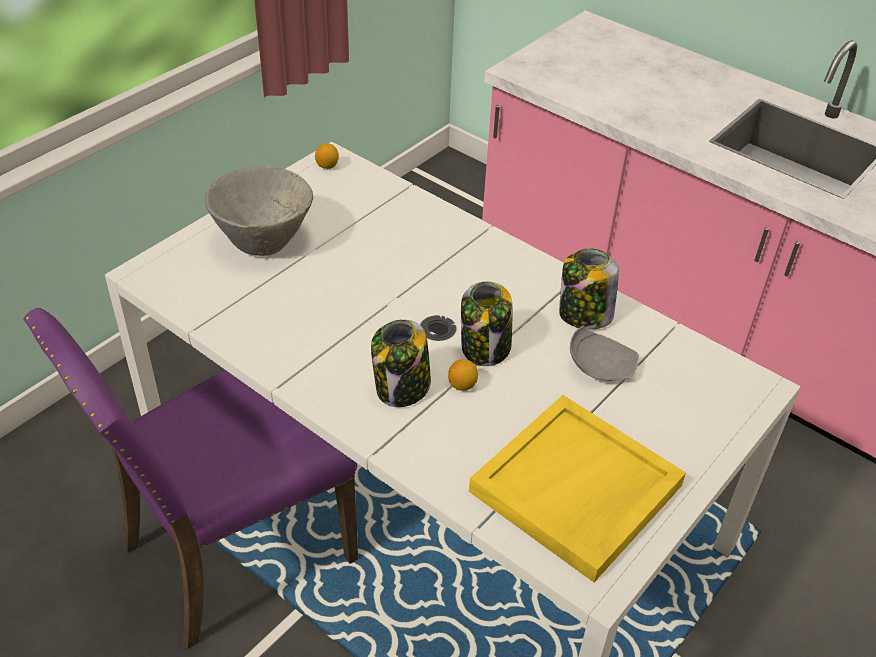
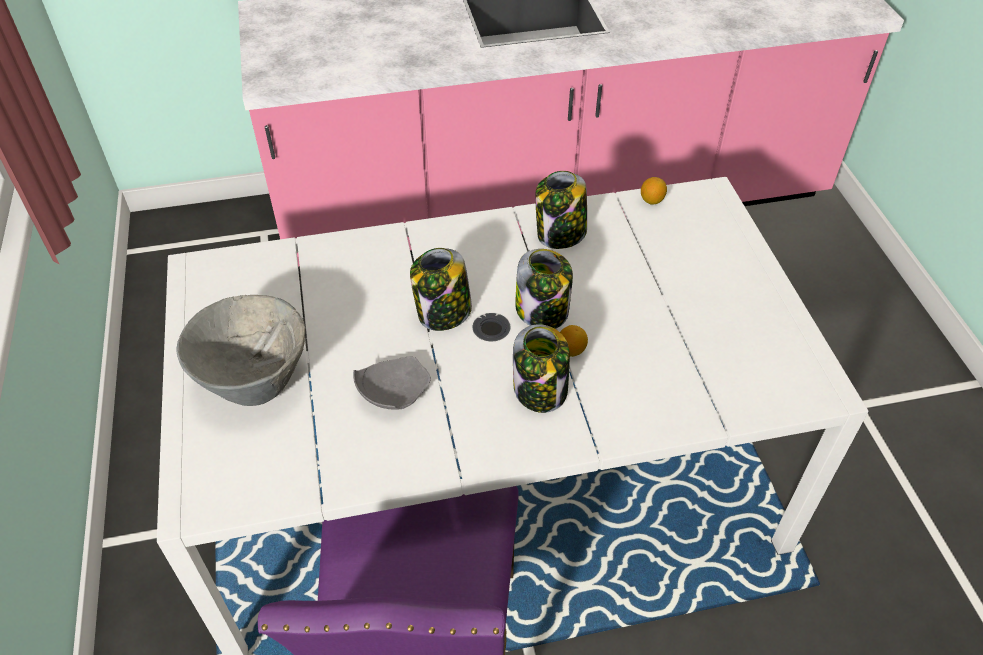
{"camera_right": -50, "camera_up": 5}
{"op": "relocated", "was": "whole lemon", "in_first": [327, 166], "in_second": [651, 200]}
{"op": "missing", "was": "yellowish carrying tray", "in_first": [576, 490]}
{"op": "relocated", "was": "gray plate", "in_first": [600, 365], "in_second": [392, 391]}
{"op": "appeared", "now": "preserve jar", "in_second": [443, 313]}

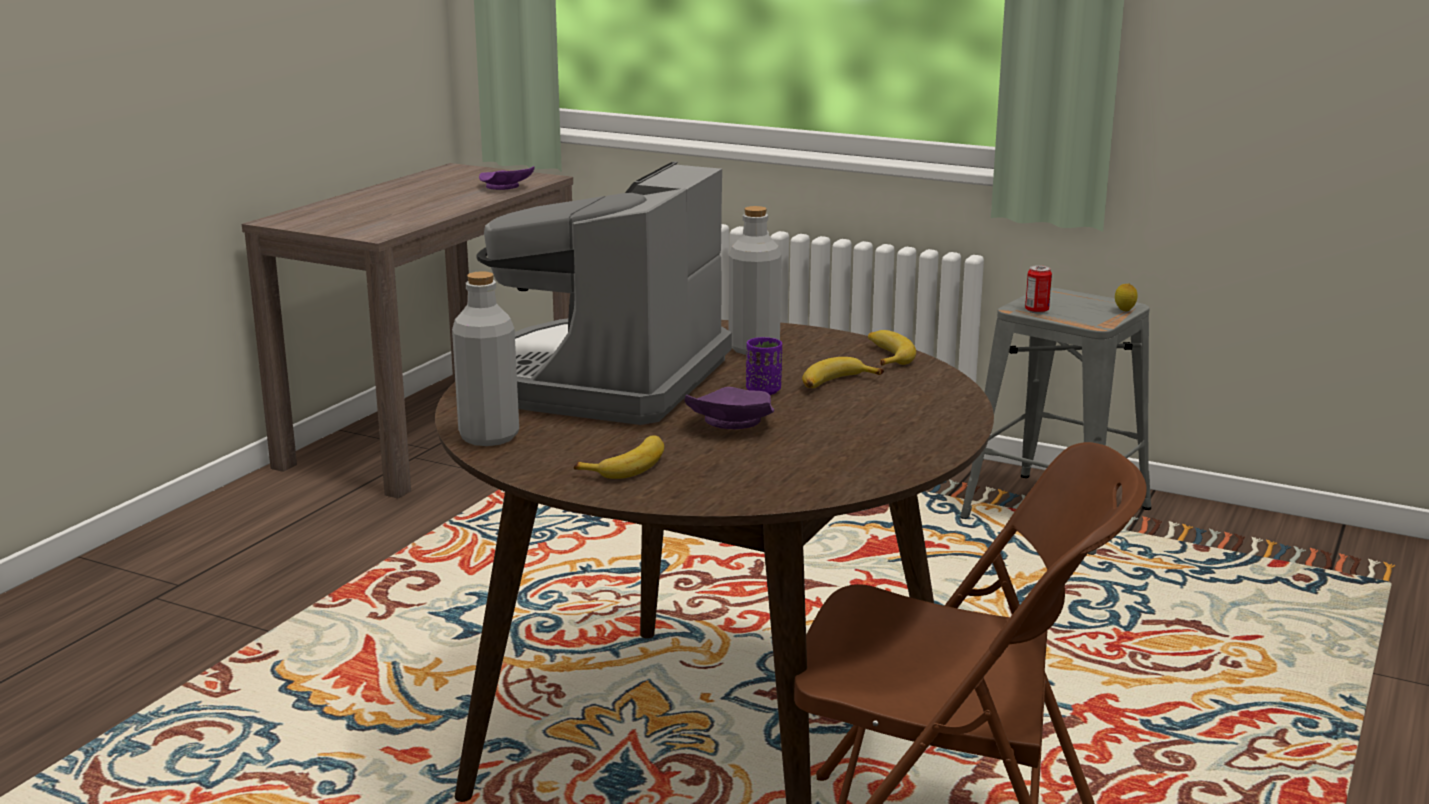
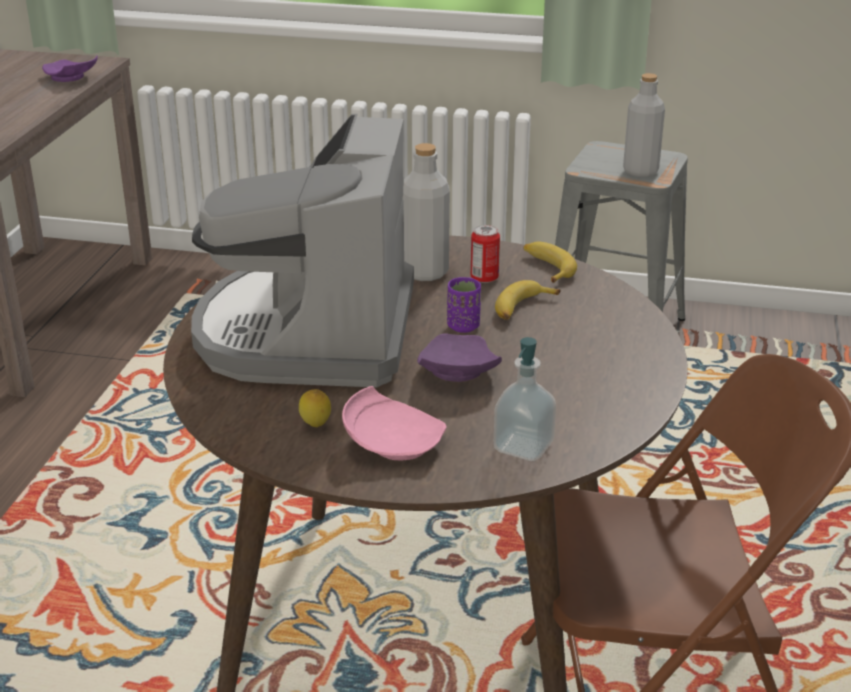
{"camera_right": -15, "camera_up": 10}
{"op": "relocated", "was": "gray drink bottle", "in_first": [489, 437], "in_second": [640, 171]}
{"op": "exchanged", "was": "banana", "now": "pink plate", "in_first": [627, 465], "in_second": [392, 443]}
{"op": "relocated", "was": "can", "in_first": [1036, 311], "in_second": [484, 278]}
{"op": "relocated", "was": "whole lemon", "in_first": [1124, 311], "in_second": [315, 426]}
{"op": "appeared", "now": "soap dispenser", "in_second": [523, 447]}

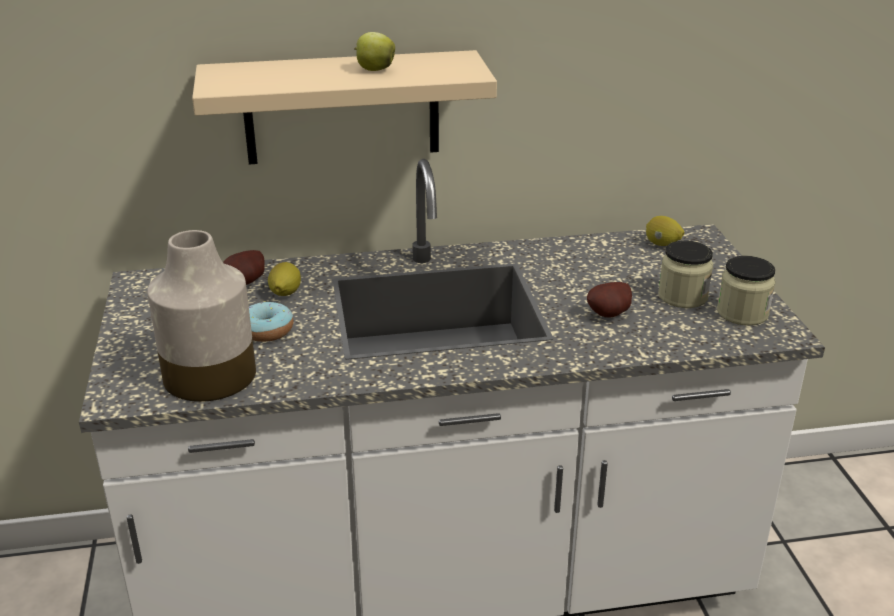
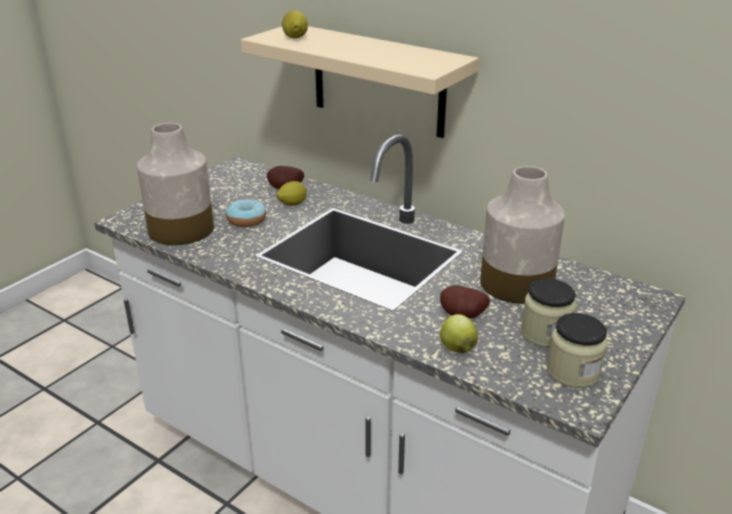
{"camera_right": 45, "camera_up": 0}
{"op": "relocated", "was": "apple", "in_first": [374, 70], "in_second": [457, 348]}
{"op": "relocated", "was": "whole lemon", "in_first": [662, 244], "in_second": [295, 38]}
{"op": "appeared", "now": "beige decorative vase", "in_second": [516, 282]}

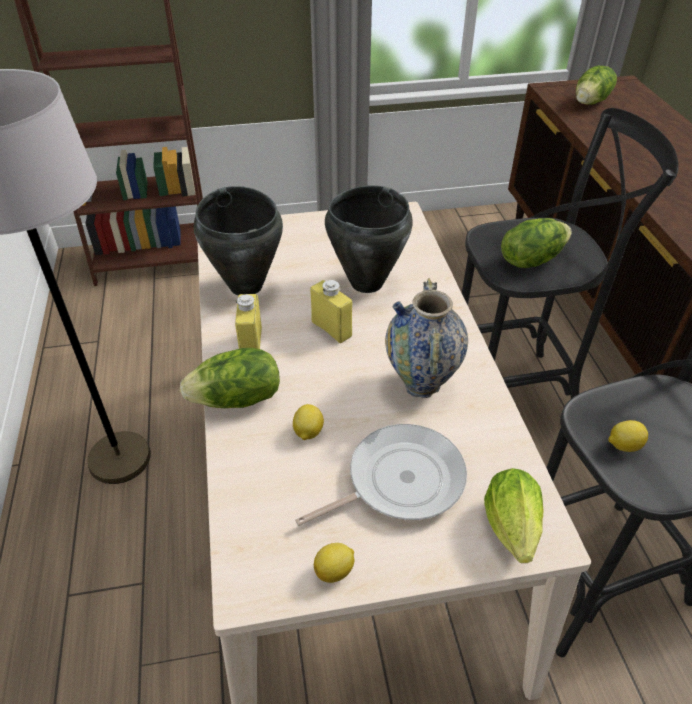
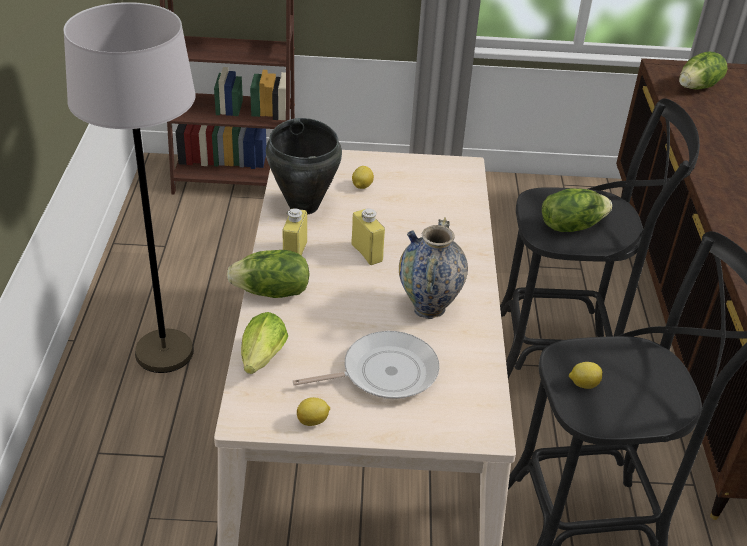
{"camera_right": 10, "camera_up": -5}
{"op": "relocated", "was": "whole lemon", "in_first": [308, 432], "in_second": [361, 186]}
{"op": "missing", "was": "black-coloured saucepot", "in_first": [366, 283]}
{"op": "relocated", "was": "head of lettuce", "in_first": [512, 532], "in_second": [261, 361]}

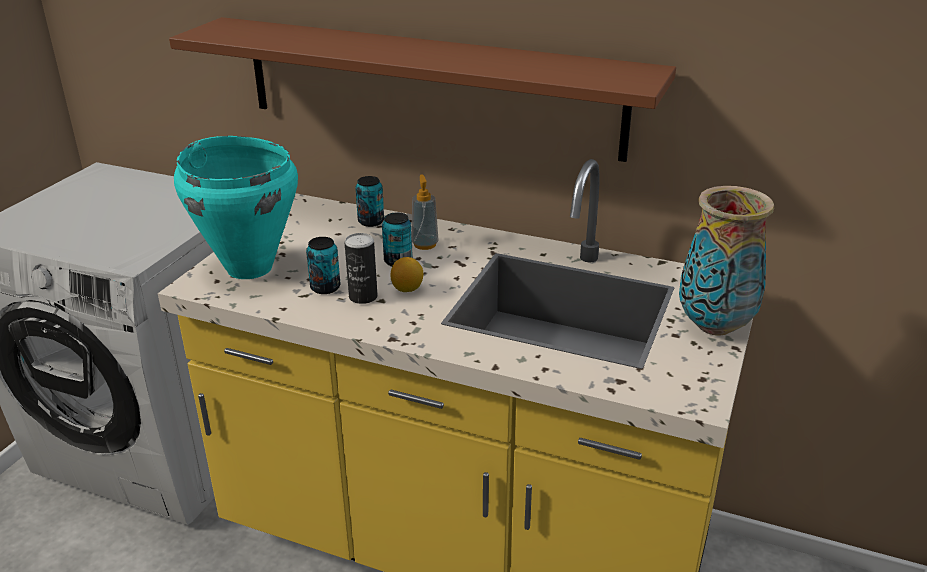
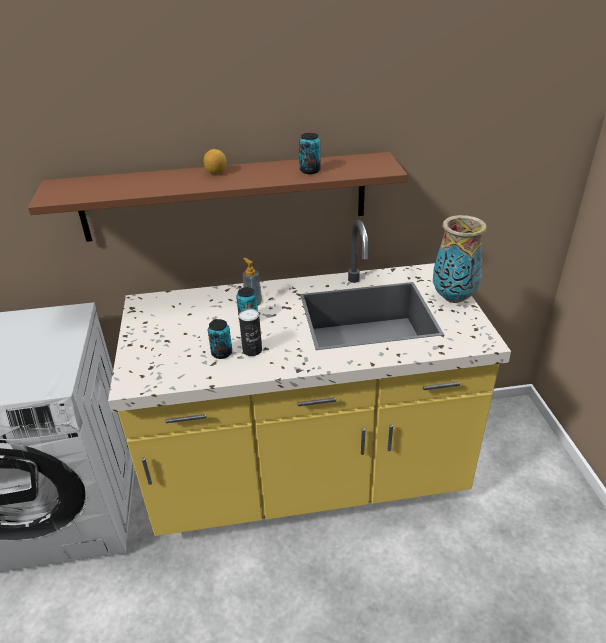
{"camera_right": -30, "camera_up": 5}
{"op": "missing", "was": "turquoise saucepot", "in_first": [250, 267]}
{"op": "relocated", "was": "can", "in_first": [371, 221], "in_second": [310, 170]}
{"op": "relocated", "was": "whole lemon", "in_first": [407, 289], "in_second": [216, 173]}

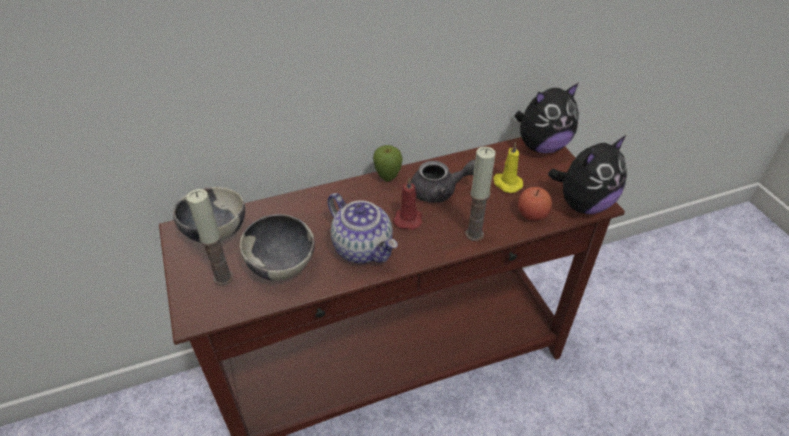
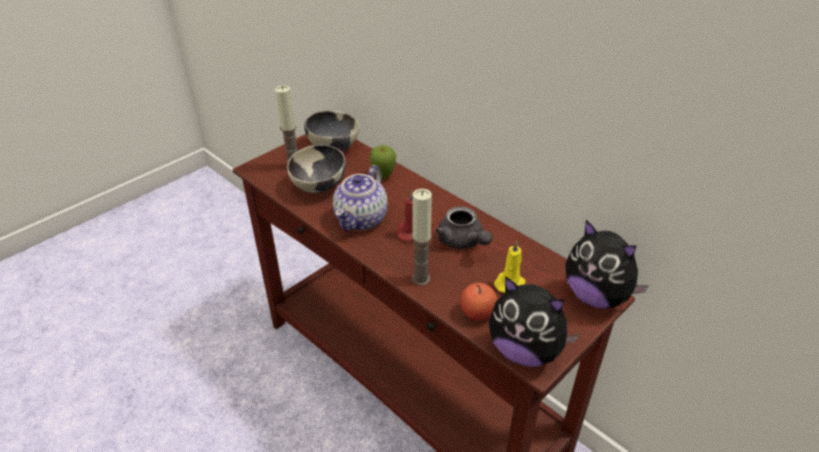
{"camera_right": 65, "camera_up": -5}
{"op": "relocated", "was": "apple", "in_first": [388, 178], "in_second": [383, 177]}

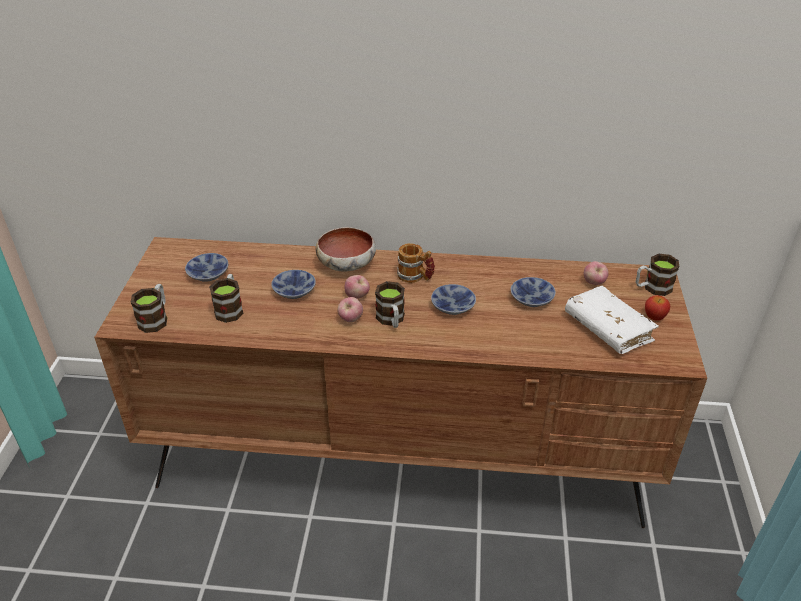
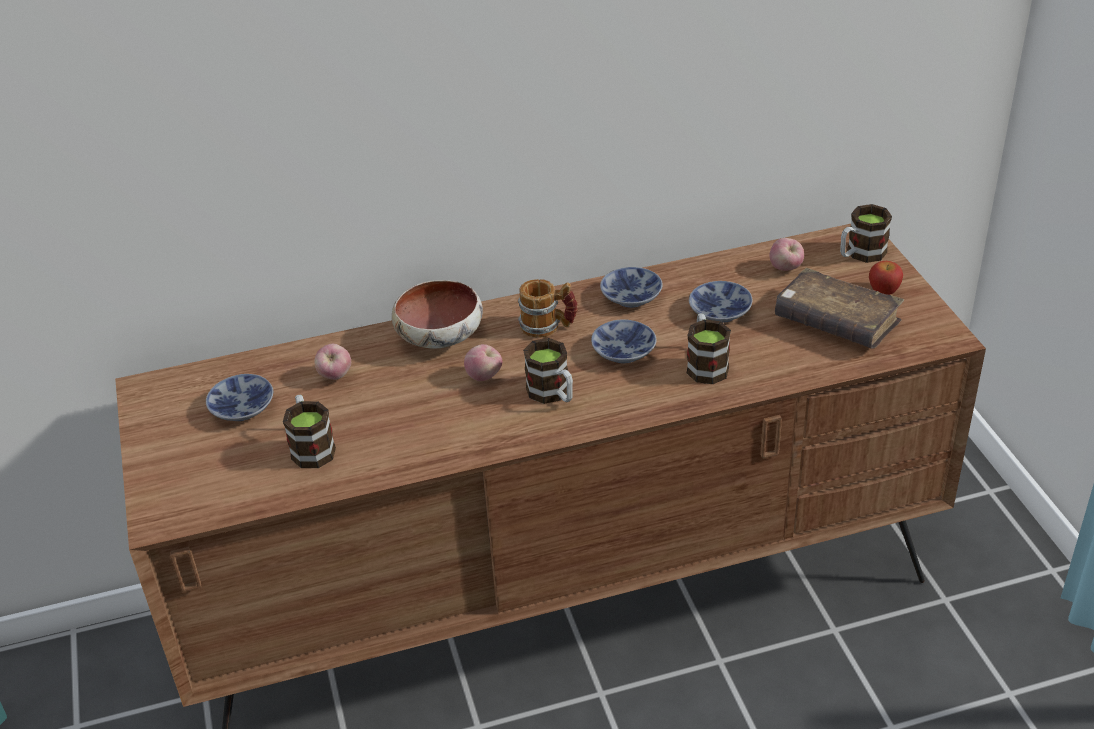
{"camera_right": -20, "camera_up": 0}
{"op": "relocated", "was": "tea mug", "in_first": [156, 318], "in_second": [705, 364]}
{"op": "relocated", "was": "deep dish", "in_first": [296, 291], "in_second": [633, 296]}
{"op": "relocated", "was": "apple", "in_first": [350, 319], "in_second": [335, 376]}
{"op": "colour", "was": "white-coloured bound book", "now": "brown-coloured bound book", "in_first": [607, 328], "in_second": [836, 322]}

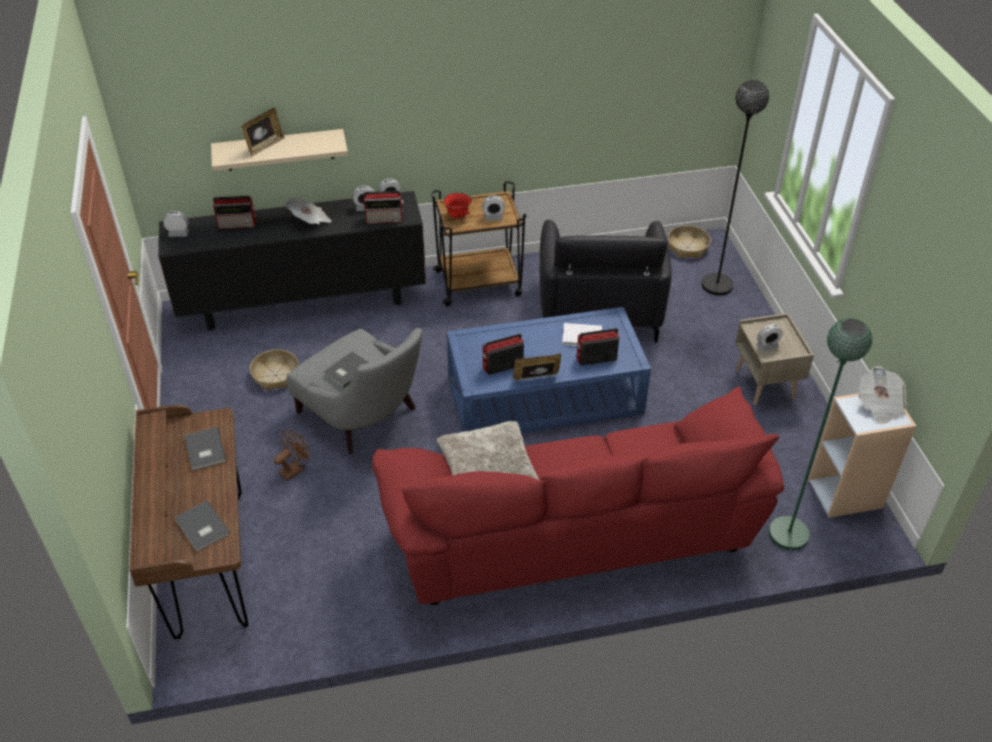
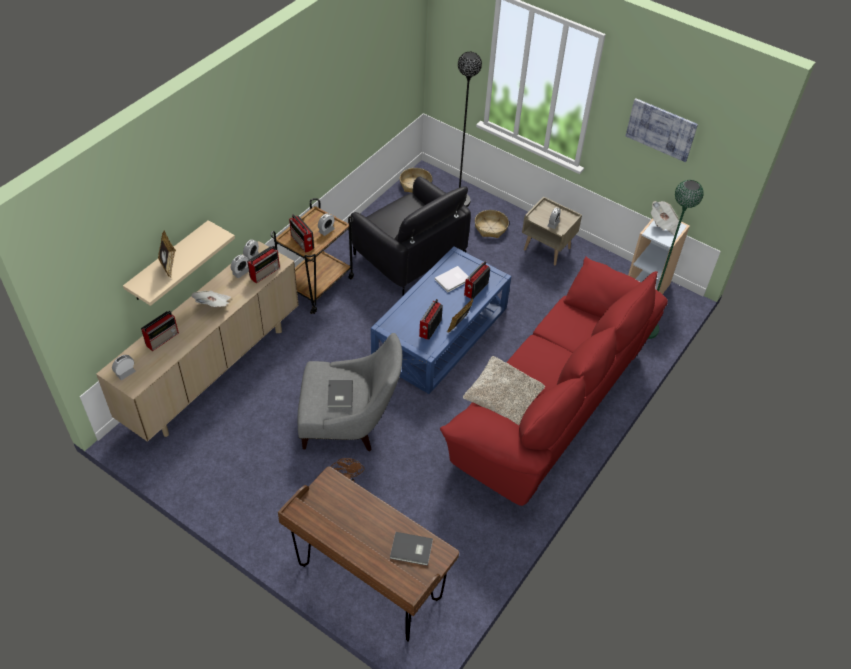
{"camera_right": -45, "camera_up": 5}
{"op": "colour", "was": "black-coloured storage cabinet", "now": "beige storage cabinet", "in_first": [304, 303], "in_second": [212, 372]}
{"op": "missing", "was": "gray bound book", "in_first": [204, 450]}
{"op": "relocated", "was": "household basket", "in_first": [276, 375], "in_second": [491, 228]}
{"op": "exchanged", "was": "red deep dish", "now": "radio", "in_first": [458, 216], "in_second": [302, 242]}
{"op": "appeared", "now": "wall art", "in_second": [661, 129]}

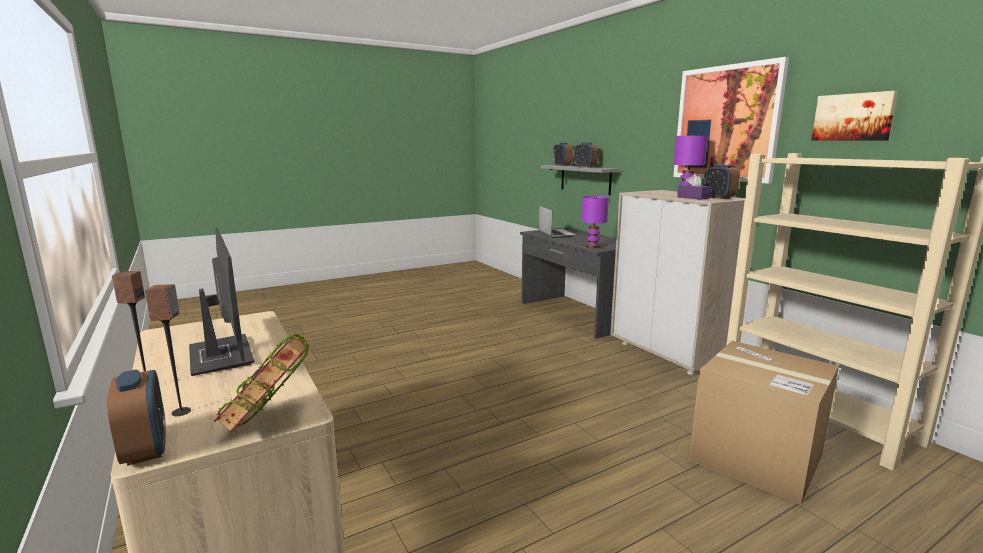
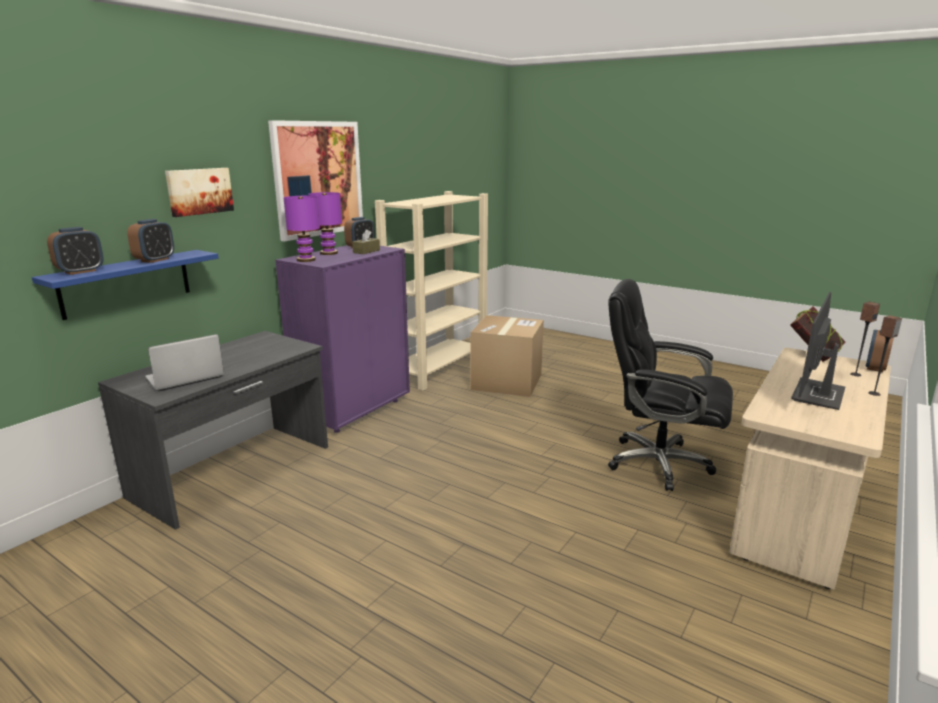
{"camera_right": -115, "camera_up": 5}
{"op": "colour", "was": "gray bracket shelf", "now": "bluish bracket shelf", "in_first": [585, 179], "in_second": [126, 283]}
{"op": "relocated", "was": "purple table lamp", "in_first": [593, 246], "in_second": [306, 260]}
{"op": "colour", "was": "beige storage cabinet", "now": "purple storage cabinet", "in_first": [669, 353], "in_second": [353, 410]}
{"op": "colour", "was": "purple tissue holder", "now": "brown-coloured tissue holder", "in_first": [693, 198], "in_second": [366, 251]}
{"op": "relocated", "was": "wall art", "in_first": [853, 117], "in_second": [199, 191]}
{"op": "appeared", "now": "black-coloured computer chair", "in_second": [661, 463]}

